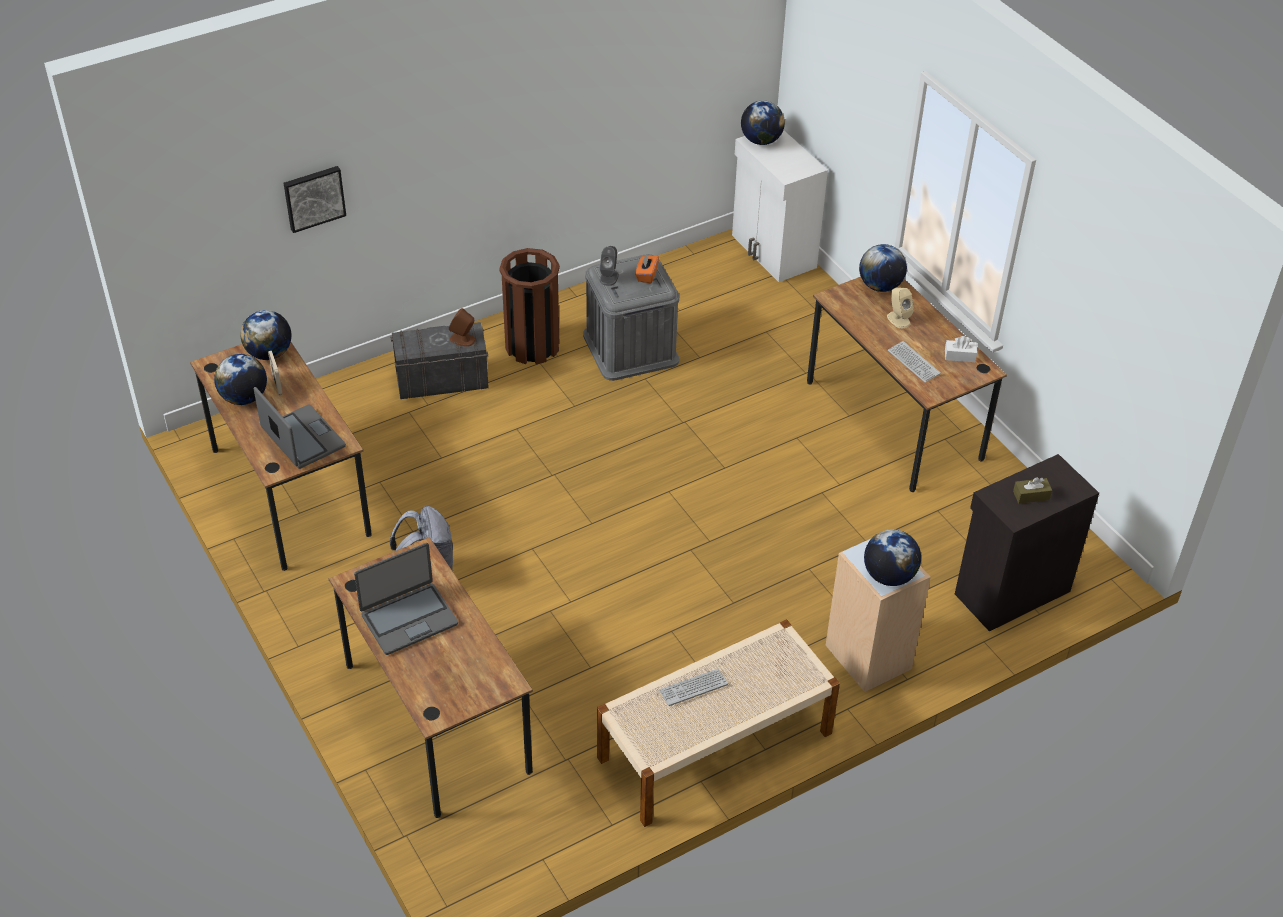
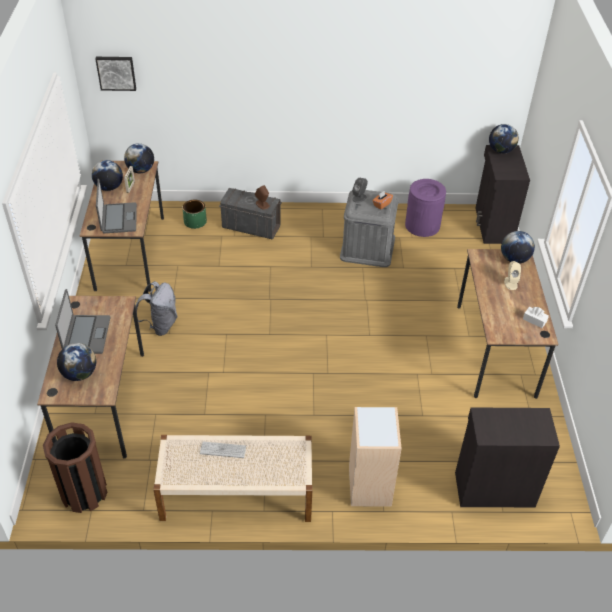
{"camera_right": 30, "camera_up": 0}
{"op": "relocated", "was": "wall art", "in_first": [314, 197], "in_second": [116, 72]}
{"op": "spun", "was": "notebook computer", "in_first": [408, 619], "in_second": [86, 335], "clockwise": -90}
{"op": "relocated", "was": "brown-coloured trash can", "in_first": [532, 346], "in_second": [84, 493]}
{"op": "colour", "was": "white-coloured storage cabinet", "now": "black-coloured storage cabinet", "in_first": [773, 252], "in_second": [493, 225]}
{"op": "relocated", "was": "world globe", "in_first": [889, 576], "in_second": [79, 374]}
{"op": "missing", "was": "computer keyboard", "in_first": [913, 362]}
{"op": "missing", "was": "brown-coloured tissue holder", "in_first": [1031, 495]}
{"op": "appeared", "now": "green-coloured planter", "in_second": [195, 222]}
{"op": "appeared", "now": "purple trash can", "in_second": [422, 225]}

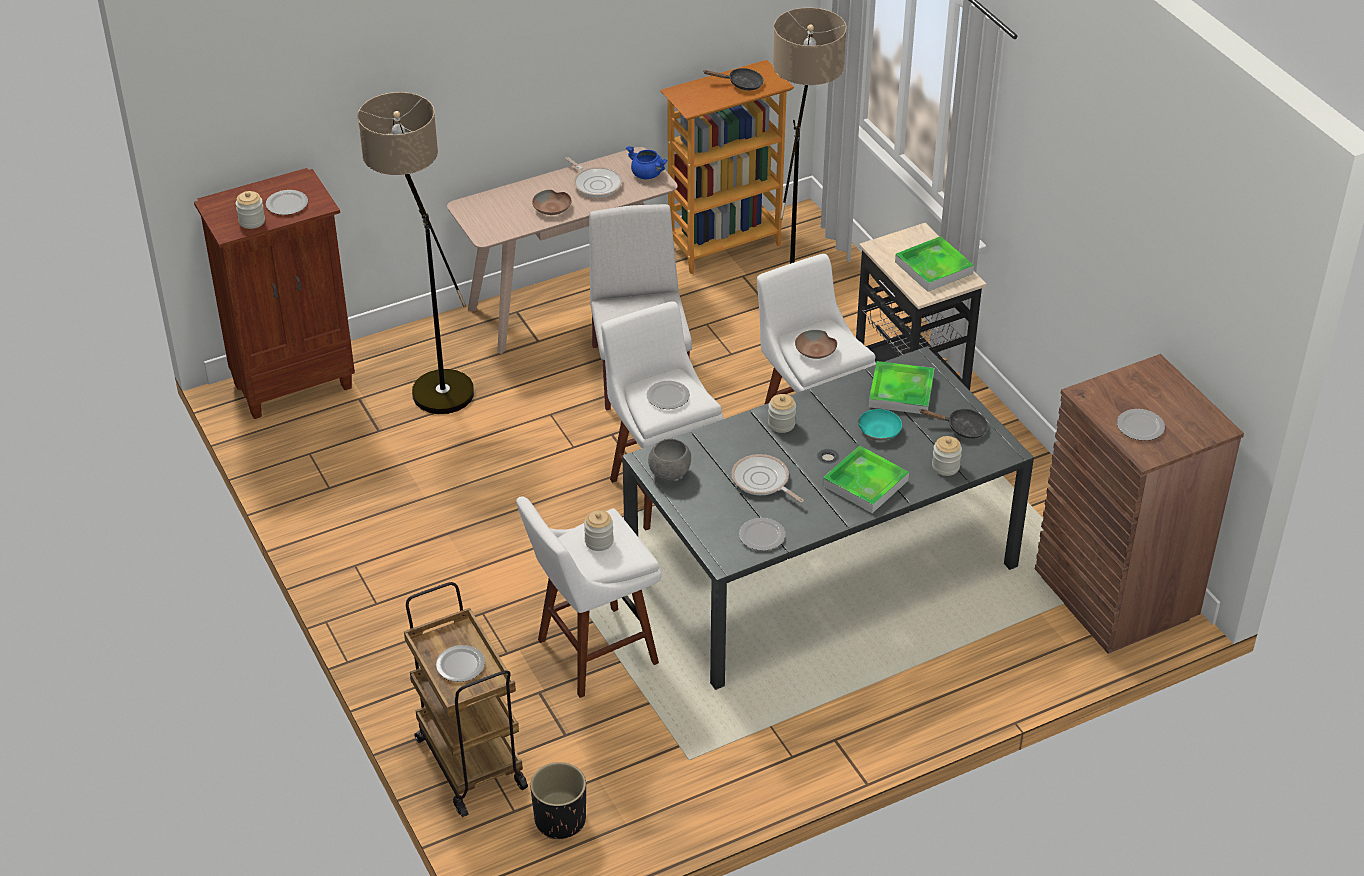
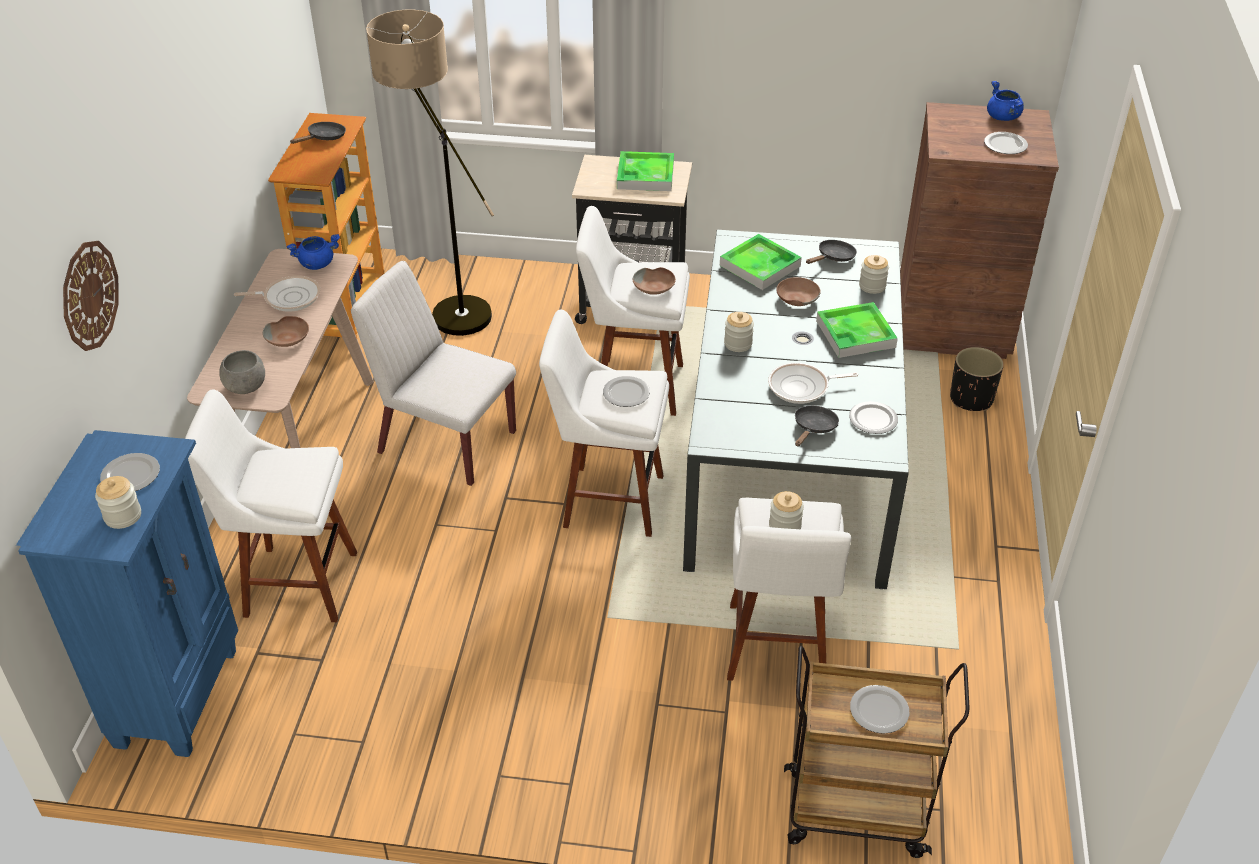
{"camera_right": -55, "camera_up": 0}
{"op": "colour", "was": "brown-coloured storage cabinet", "now": "bluish storage cabinet", "in_first": [294, 388], "in_second": [180, 698]}
{"op": "exchanged", "was": "floor lamp", "now": "white-coloured stool seat", "in_first": [432, 379], "in_second": [294, 583]}
{"op": "relocated", "was": "black-coloured planter", "in_first": [560, 820], "in_second": [971, 399]}
{"op": "relocated", "was": "gray deep dish", "in_first": [670, 473], "in_second": [246, 387]}
{"op": "colour", "was": "turquoise deep dish", "now": "brown-coloured deep dish", "in_first": [879, 430], "in_second": [796, 298]}
{"op": "appeared", "now": "wall clock", "in_second": [89, 295]}
{"op": "appeared", "now": "black-coloured skillet", "in_second": [814, 428]}
{"op": "appeared", "now": "bluish saucepot", "in_second": [1003, 117]}

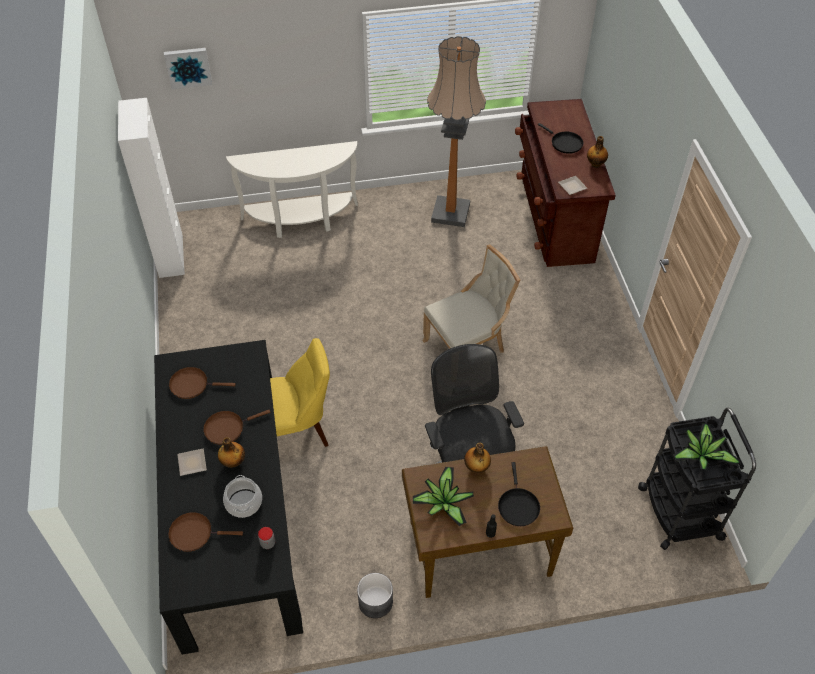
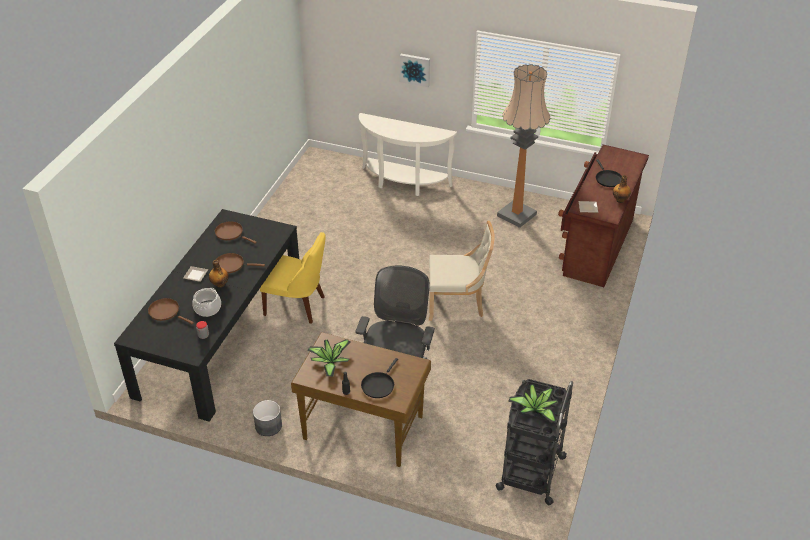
{"camera_right": 30, "camera_up": -10}
{"op": "missing", "was": "white-coloured storage cabinet", "in_first": [171, 256]}
{"op": "relocated", "was": "wall art", "in_first": [188, 67], "in_second": [415, 69]}
{"op": "missing", "was": "drink bottle", "in_first": [476, 467]}

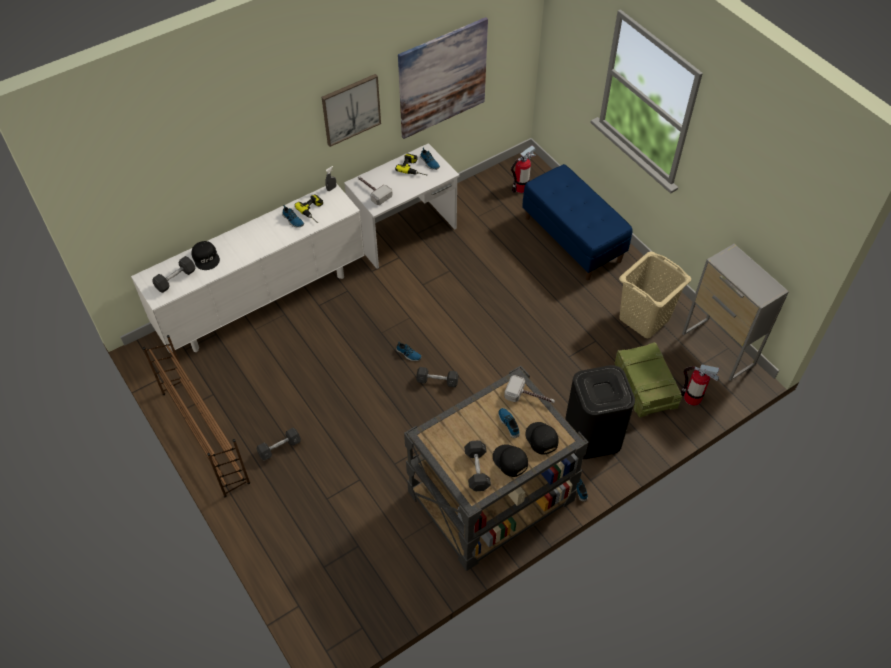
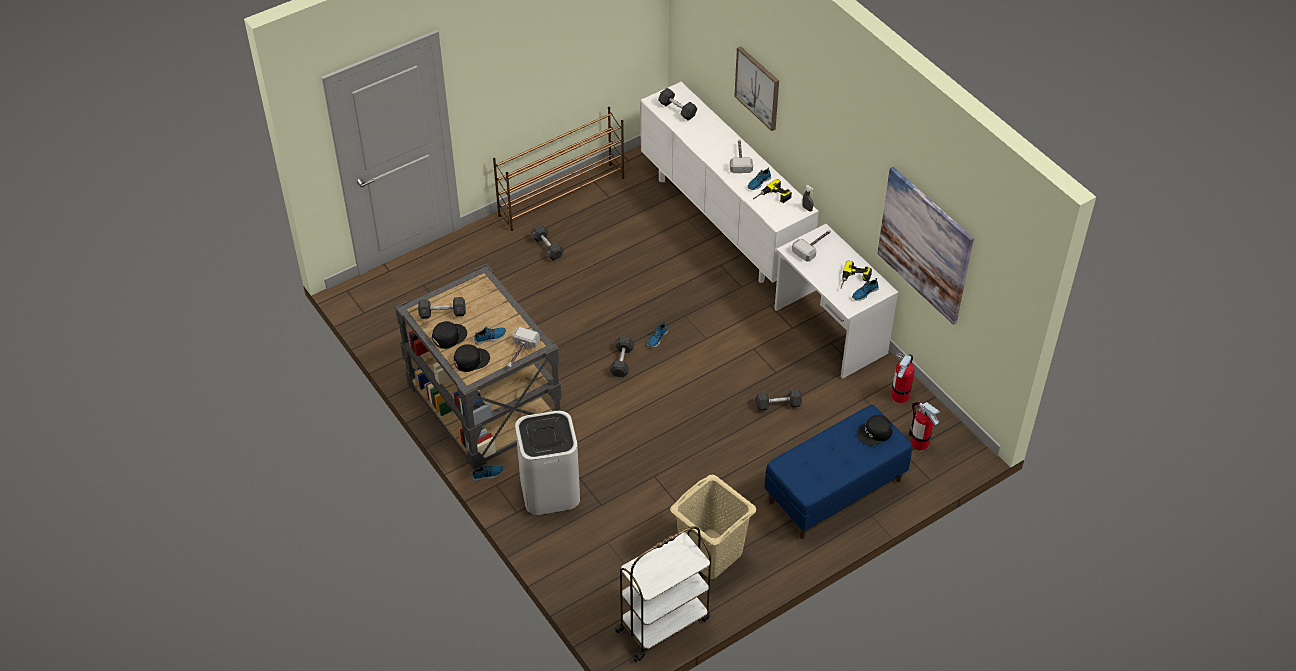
{"camera_right": 90, "camera_up": -5}
{"op": "relocated", "was": "black-coloured baseball cap", "in_first": [206, 257], "in_second": [875, 433]}
{"op": "relocated", "was": "wall art", "in_first": [351, 109], "in_second": [758, 88]}
{"op": "colour", "was": "black-coloured trash can", "now": "white-coloured trash can", "in_first": [593, 435], "in_second": [549, 491]}
{"op": "missing", "was": "crate", "in_first": [645, 388]}
{"op": "relocated", "was": "fire-fighting cylinder", "in_first": [692, 398], "in_second": [900, 395]}
{"op": "exchanged", "was": "gray storage cabinet", "now": "white-coloured wheeled cart", "in_first": [718, 350], "in_second": [664, 625]}
{"op": "appeared", "now": "hammer", "in_second": [740, 159]}
{"op": "appeared", "now": "gray dumbbell", "in_second": [778, 405]}

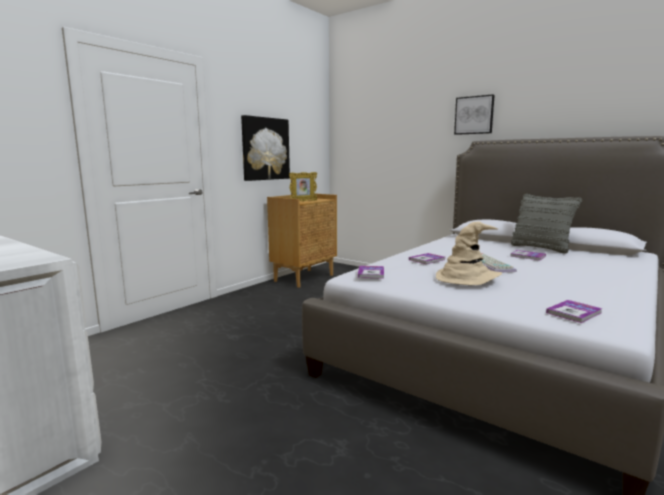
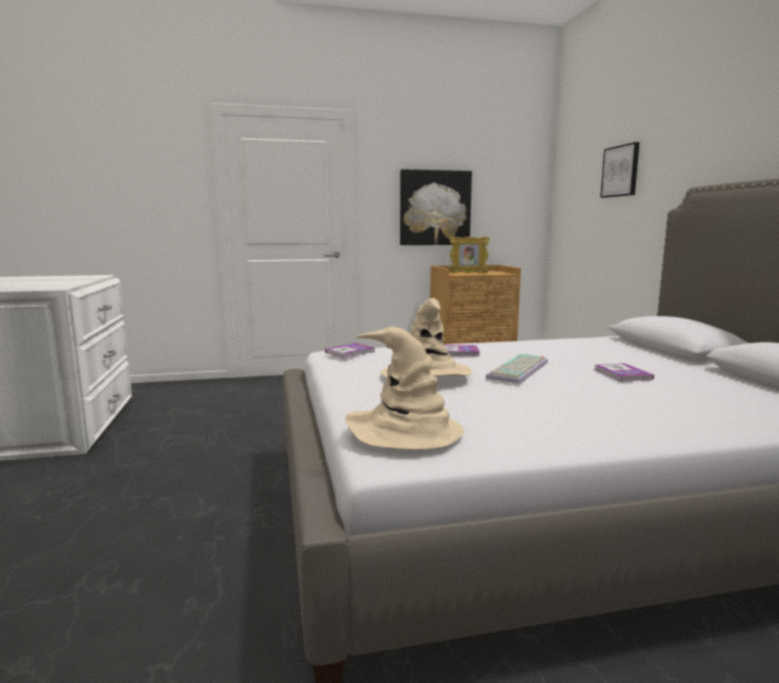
{"camera_right": 40, "camera_up": 0}
{"op": "relocated", "was": "wall art", "in_first": [474, 115], "in_second": [620, 171]}
{"op": "missing", "was": "gray pillow", "in_first": [541, 248]}
{"op": "exchanged", "was": "bound book", "now": "beige hat", "in_first": [574, 312], "in_second": [405, 430]}

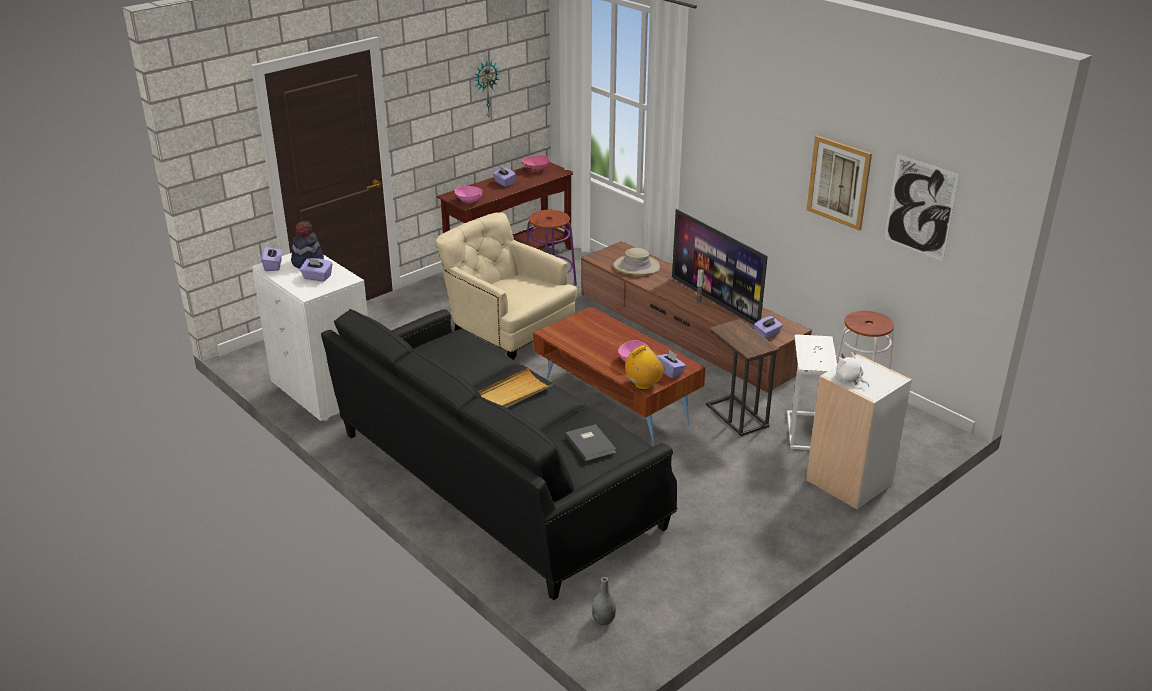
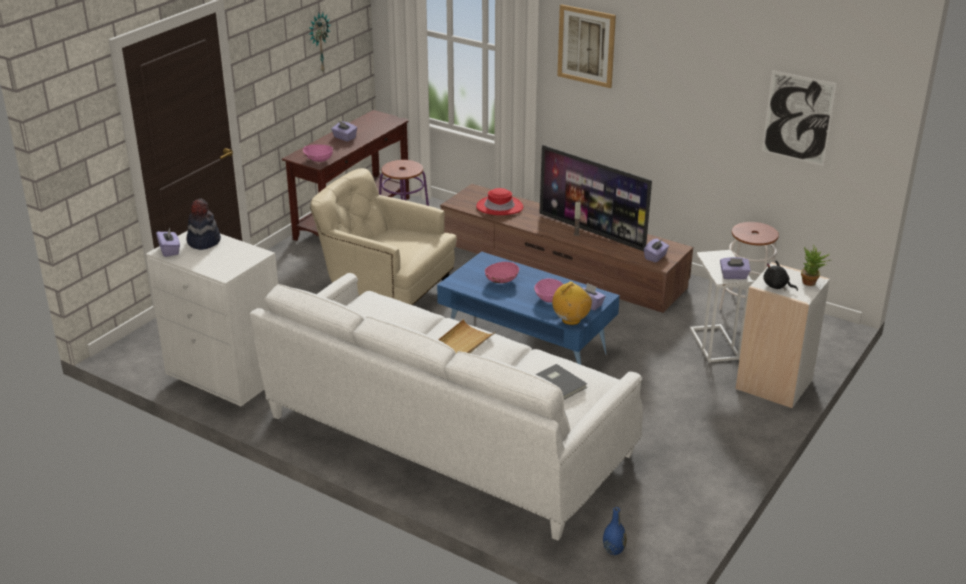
{"camera_right": -15, "camera_up": 0}
{"op": "relocated", "was": "purple tissue holder", "in_first": [317, 277], "in_second": [734, 276]}
{"op": "colour", "was": "black-coloured couch", "now": "white-coloured couch", "in_first": [494, 481], "in_second": [445, 438]}
{"op": "relocated", "was": "pink deep dish", "in_first": [535, 170], "in_second": [501, 281]}
{"op": "colour", "was": "brown-coloured coffee table", "now": "bluish coffee table", "in_first": [615, 403], "in_second": [525, 344]}
{"op": "colour", "was": "gray decorative vase", "now": "bluish decorative vase", "in_first": [603, 620], "in_second": [613, 550]}
{"op": "colour", "was": "beige hat", "now": "red hat", "in_first": [636, 266], "in_second": [499, 207]}
{"op": "missing", "was": "brown-coloured side table", "in_first": [737, 416]}
{"op": "relocated", "was": "wall art", "in_first": [838, 182], "in_second": [586, 46]}
{"op": "colour", "was": "white-coloured plush toy", "now": "black-coloured plush toy", "in_first": [850, 379], "in_second": [777, 286]}
{"op": "appeared", "now": "houseplant", "in_second": [811, 283]}

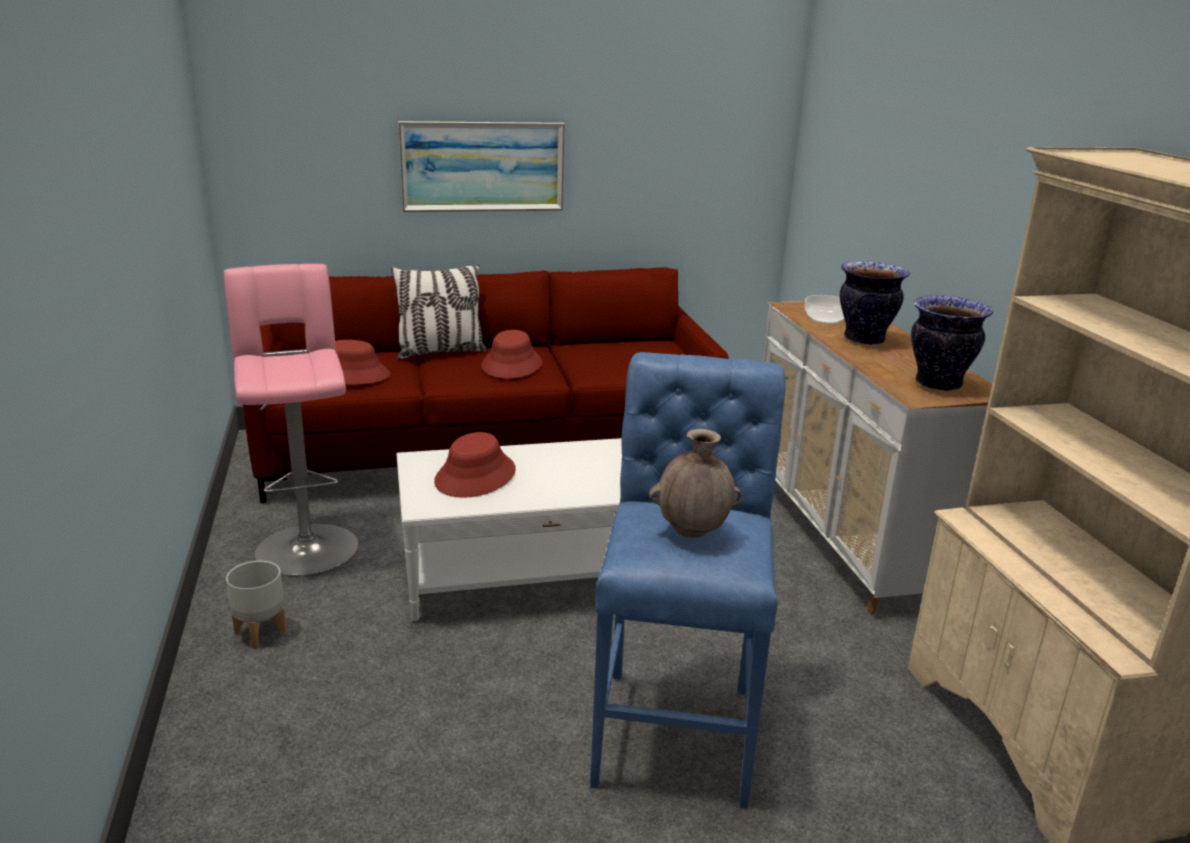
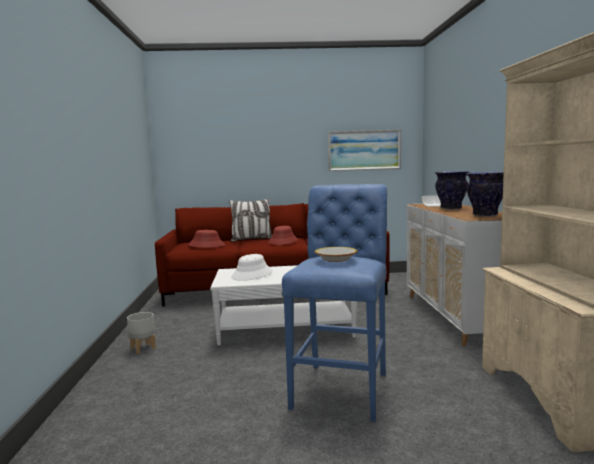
{"camera_right": 10, "camera_up": -15}
{"op": "missing", "was": "pink stool seat", "in_first": [306, 545]}
{"op": "relocated", "was": "wall art", "in_first": [482, 166], "in_second": [364, 150]}
{"op": "colour", "was": "red hat", "now": "white-coloured hat", "in_first": [475, 476], "in_second": [252, 274]}
{"op": "exchanged", "was": "brown-coloured decorative vase", "now": "deep dish", "in_first": [693, 532], "in_second": [336, 259]}

